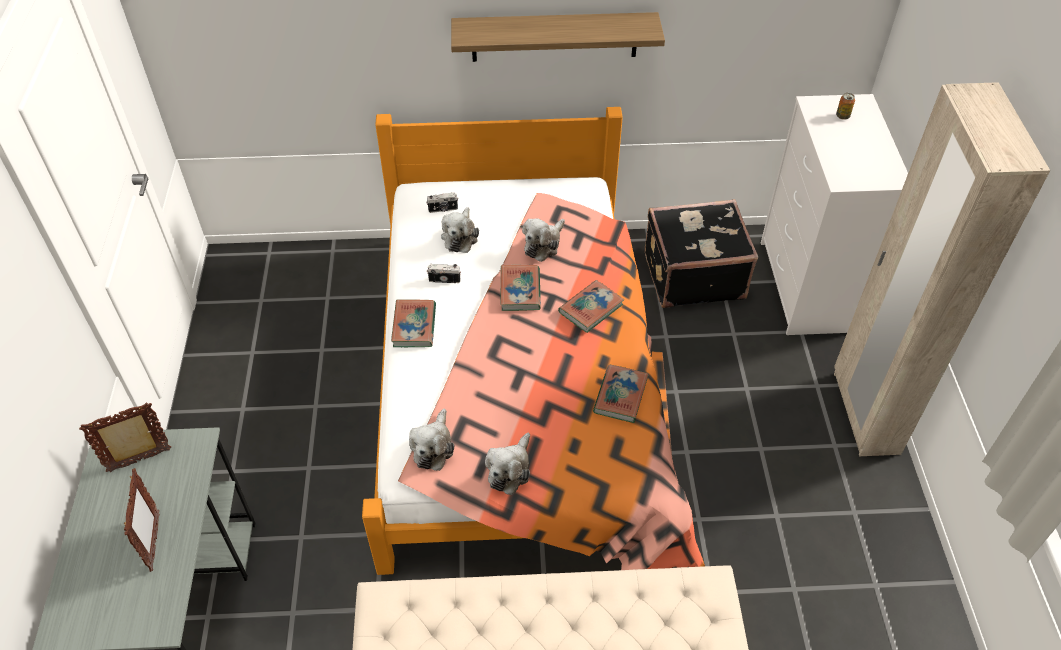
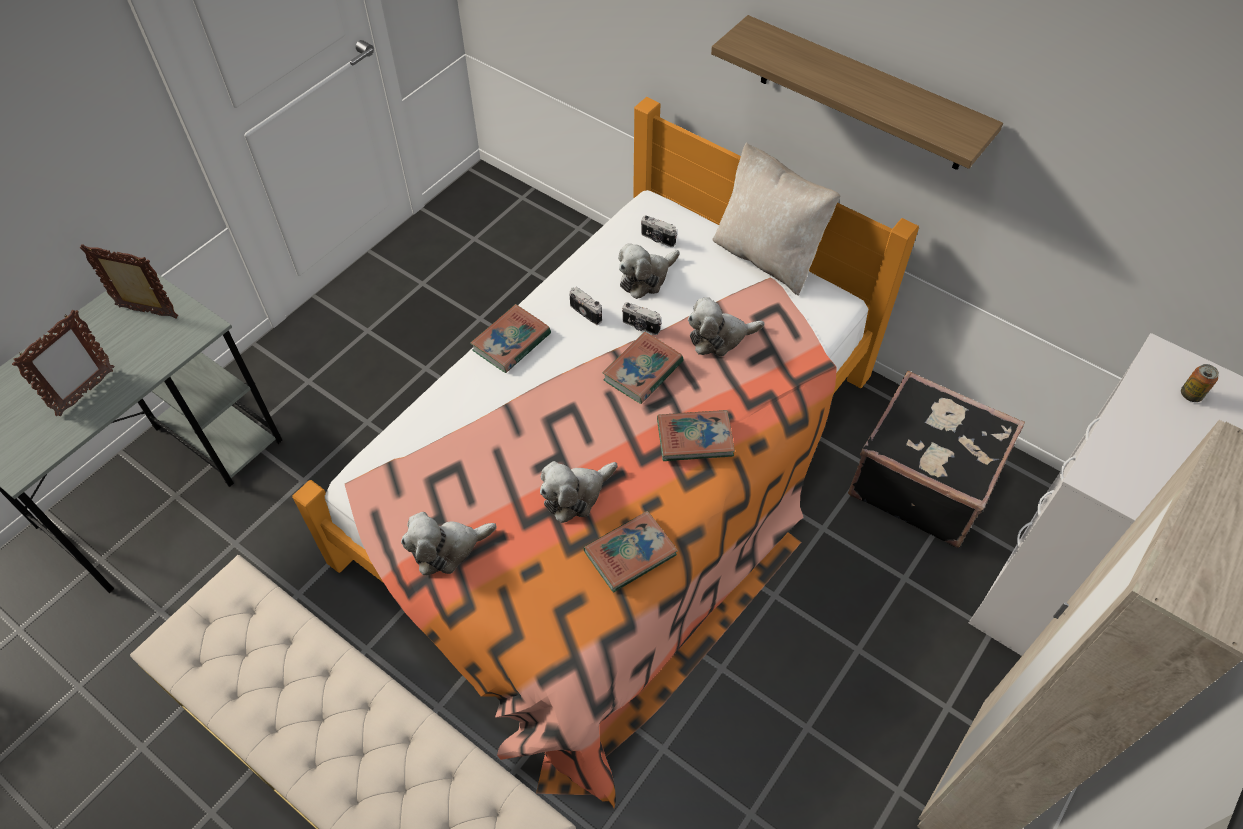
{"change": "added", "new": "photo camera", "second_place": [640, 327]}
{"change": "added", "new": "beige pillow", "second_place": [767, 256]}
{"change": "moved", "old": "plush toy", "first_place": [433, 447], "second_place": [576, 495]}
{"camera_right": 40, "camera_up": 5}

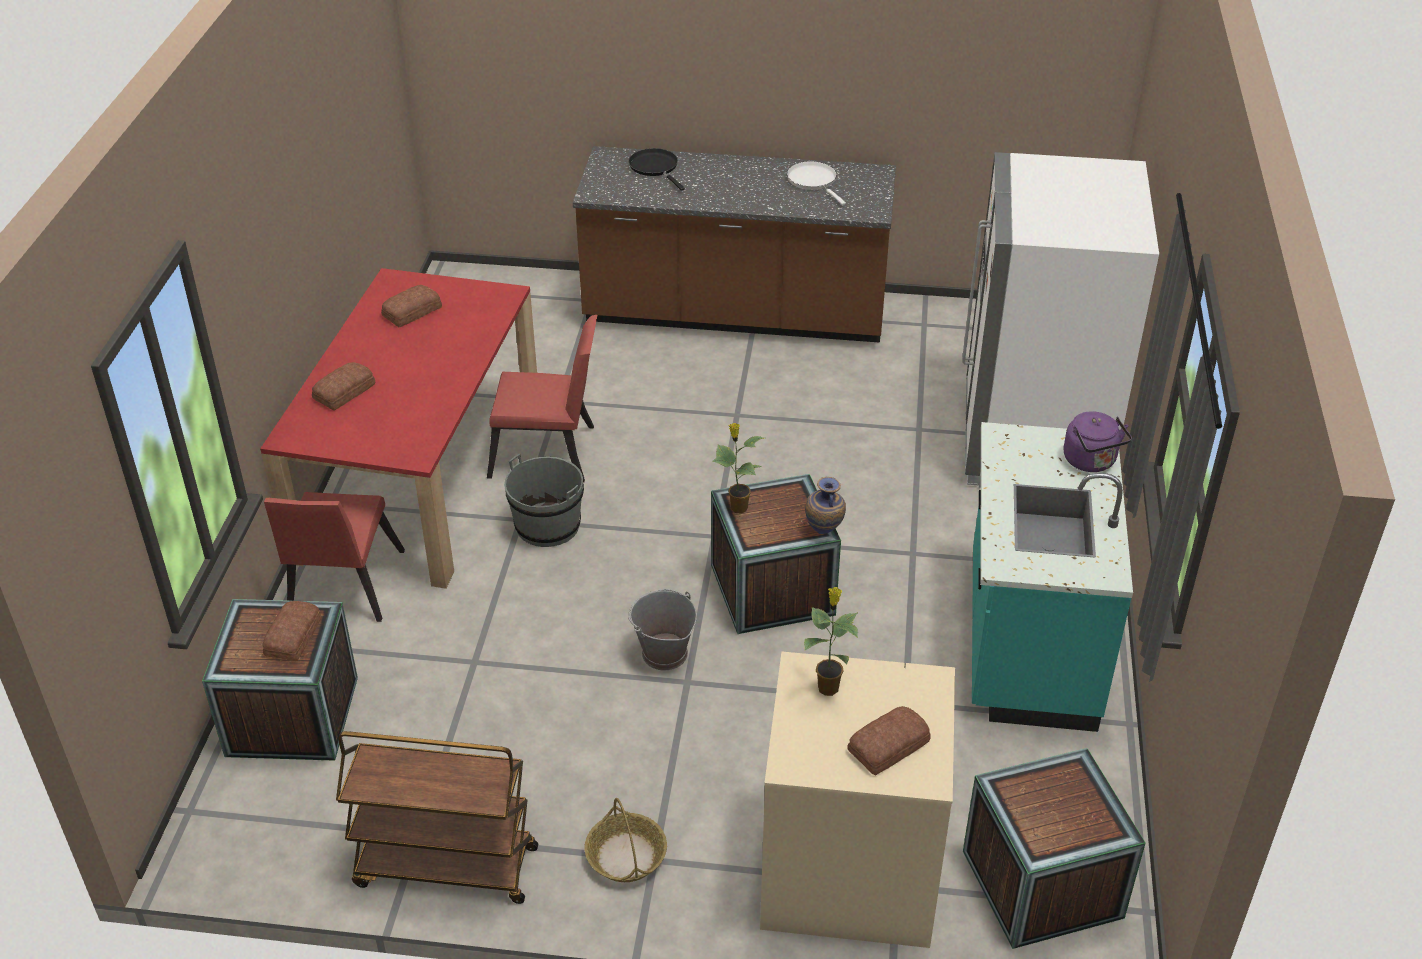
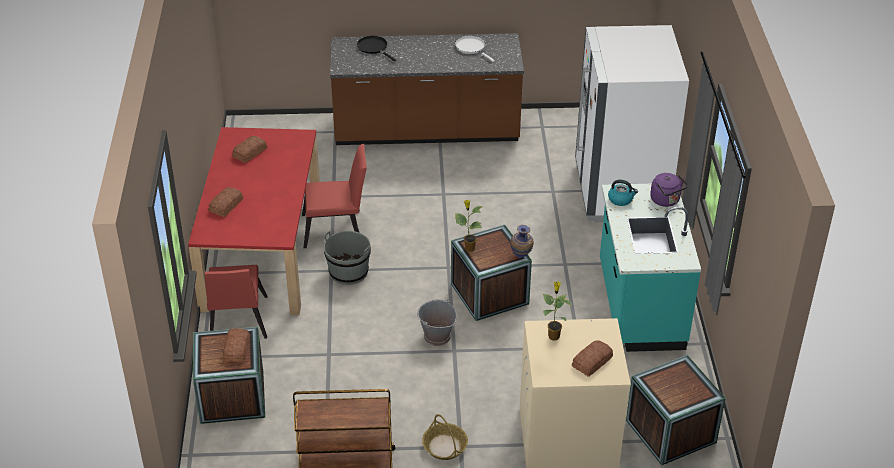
{"change": "added", "new": "kettle", "second_place": [621, 199]}
{"camera_right": -10, "camera_up": 0}

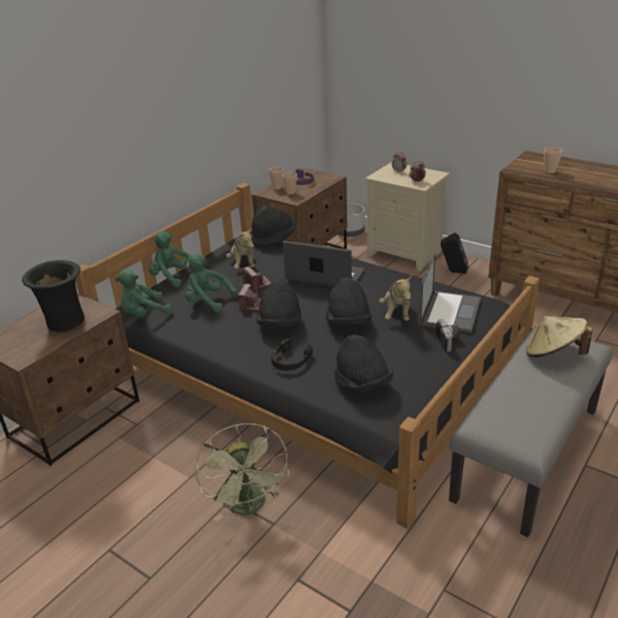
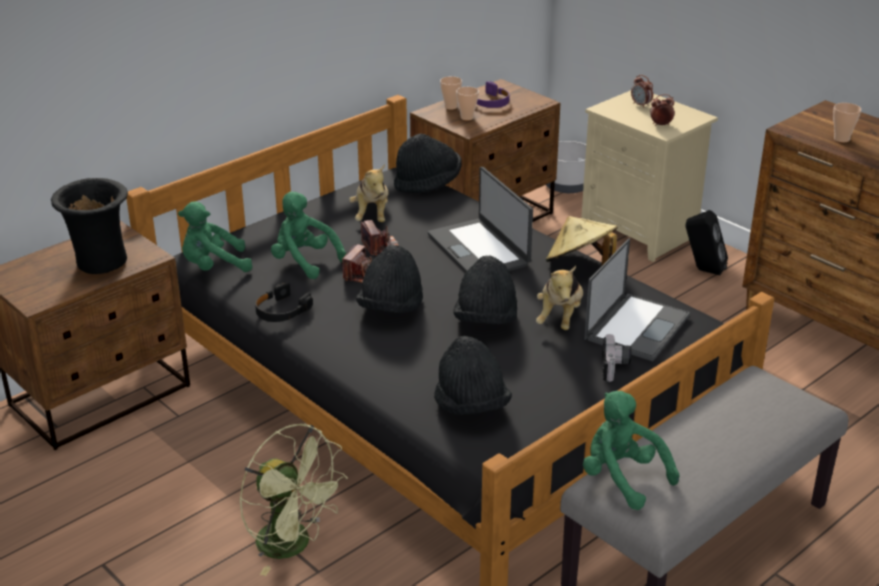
{"change": "moved", "old": "green plush toy", "first_place": [173, 277], "second_place": [622, 478]}
{"change": "moved", "old": "black headphones", "first_place": [290, 360], "second_place": [281, 311]}
{"change": "moved", "old": "beige hat", "first_place": [553, 354], "second_place": [580, 265]}
{"change": "turned", "old": "green fan", "first_place": [249, 507], "second_place": [293, 545], "degrees": -45}
{"change": "turned", "old": "laptop", "first_place": [324, 276], "second_place": [479, 249], "degrees": -150}
{"camera_right": 10, "camera_up": 0}

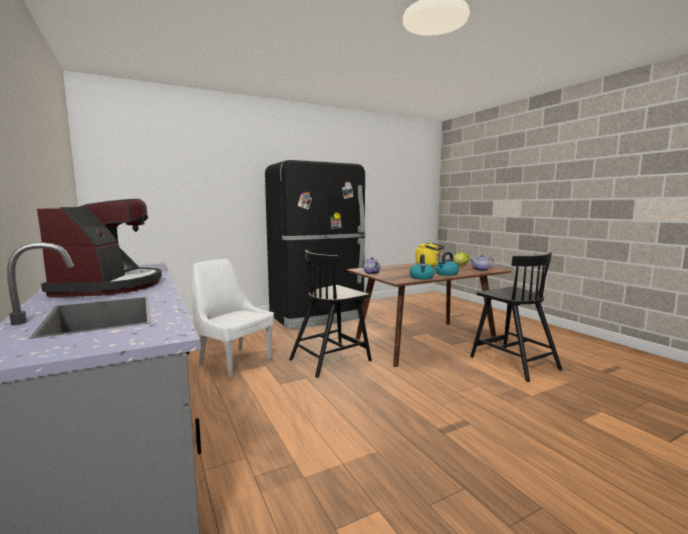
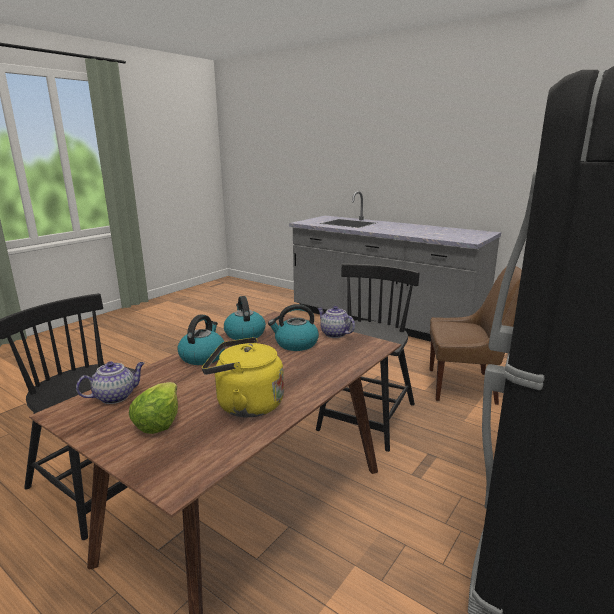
{"change": "removed", "old": "coffee machine", "first_place": [110, 286]}
{"change": "added", "new": "kettle", "second_place": [295, 344]}
{"change": "recoloured", "old": "white chair", "new": "brown chair", "first_place": [234, 361], "second_place": [465, 386]}
{"camera_right": 155, "camera_up": 10}

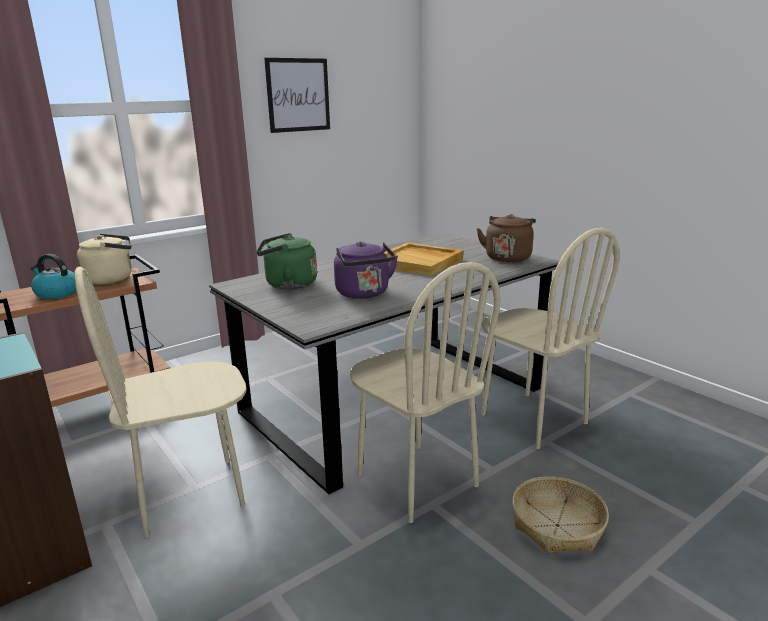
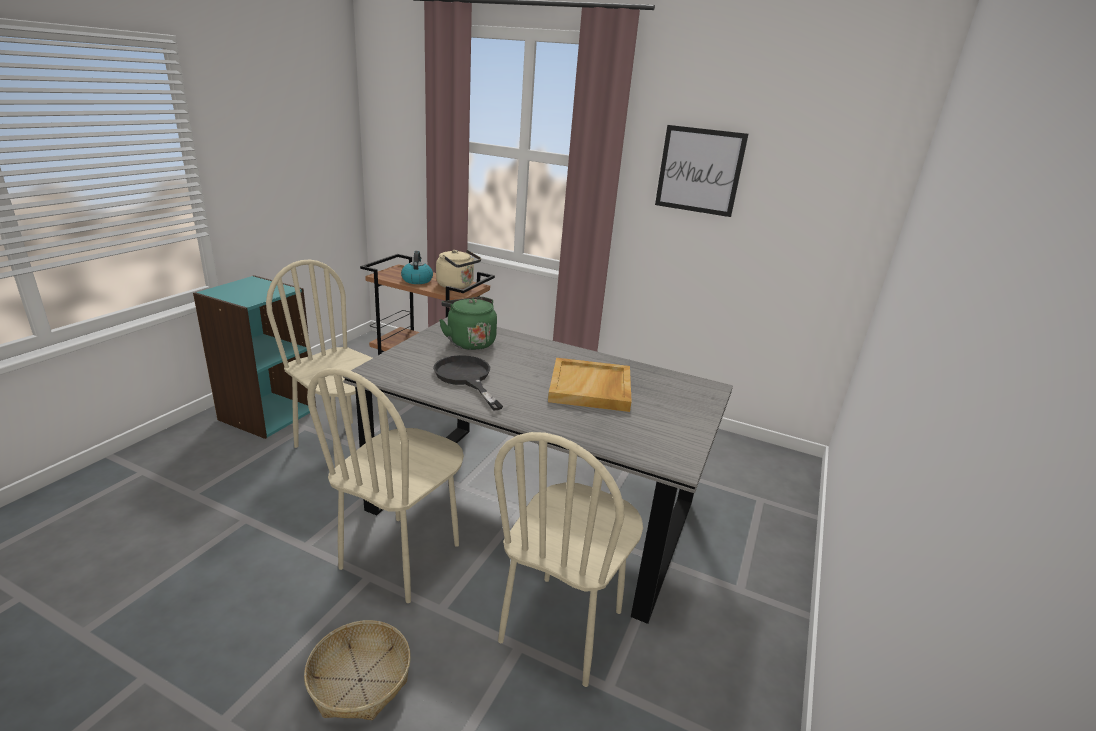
{"change": "removed", "old": "brown kettle", "first_place": [508, 257]}
{"change": "replaced", "old": "purple kettle", "new": "black frying pan", "first_place": [364, 294], "second_place": [466, 378]}
{"camera_right": 60, "camera_up": 5}

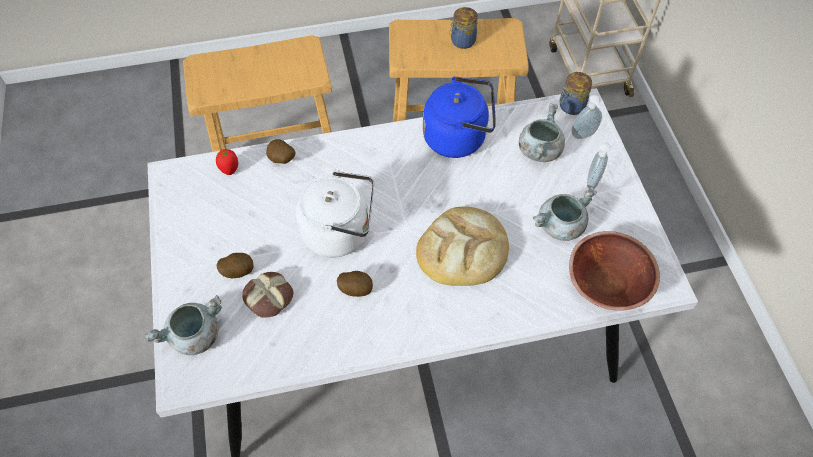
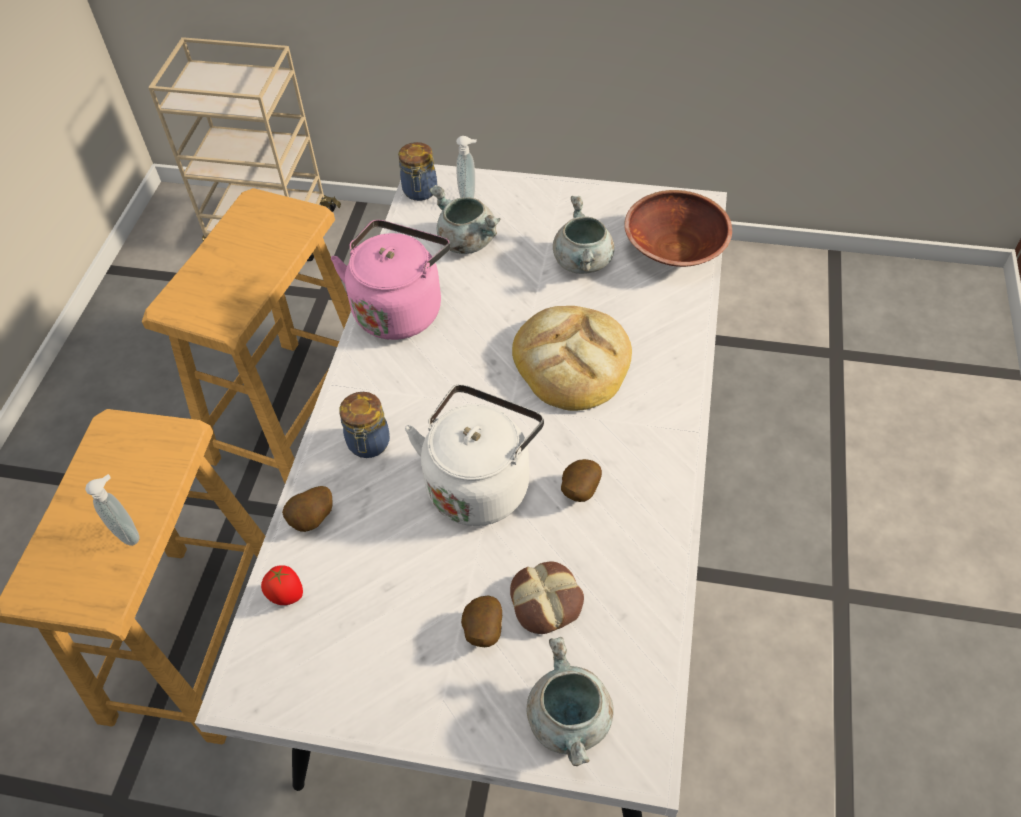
{"change": "moved", "old": "jar", "first_place": [462, 41], "second_place": [368, 444]}
{"change": "moved", "old": "soap dispenser", "first_place": [594, 182], "second_place": [129, 532]}
{"change": "recoloured", "old": "blue kettle", "new": "pink kettle", "first_place": [458, 137], "second_place": [400, 308]}
{"camera_right": -65, "camera_up": -5}

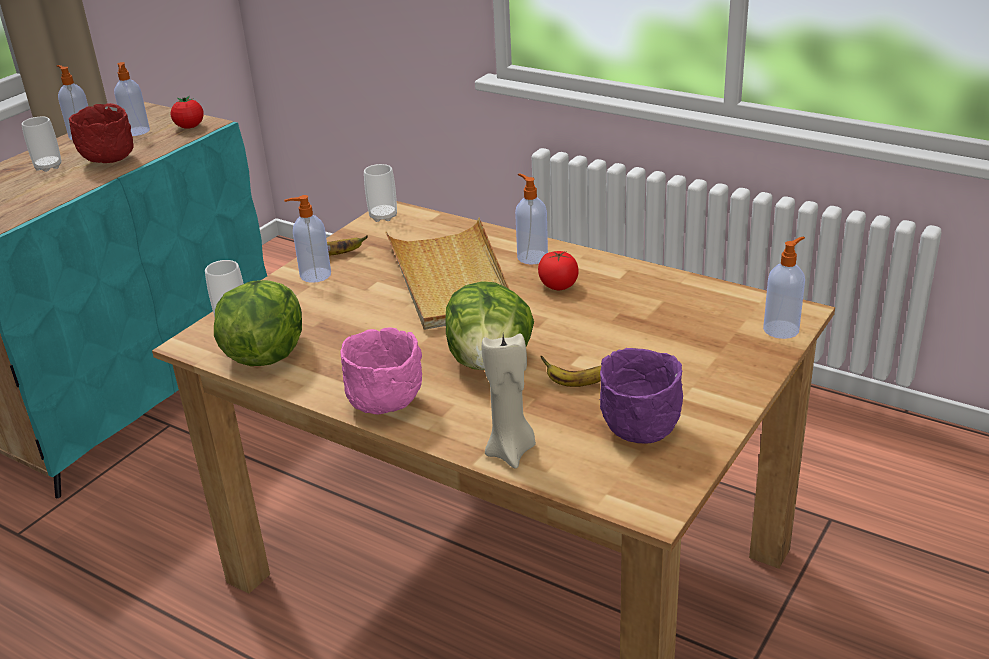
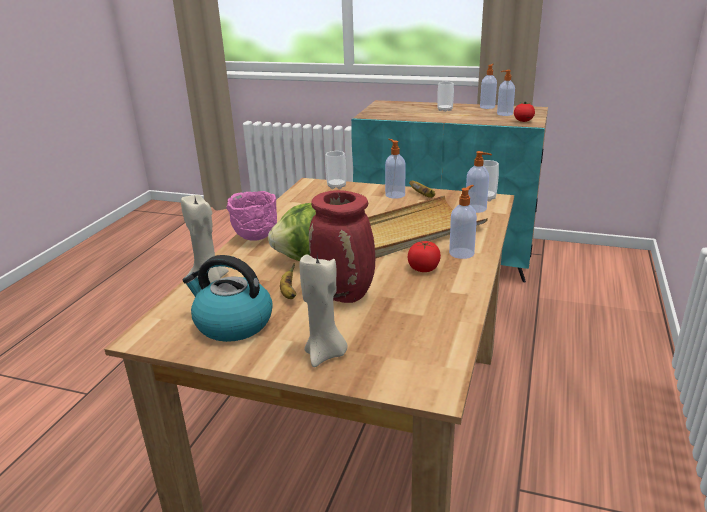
{"change": "removed", "old": "red bowl", "first_place": [109, 160]}
{"change": "removed", "old": "lettuce", "first_place": [265, 354]}
{"change": "added", "new": "beige candle", "second_place": [325, 354]}
{"change": "added", "new": "red vase", "second_place": [346, 295]}
{"change": "moved", "old": "soap dispenser", "first_place": [782, 329], "second_place": [476, 209]}
{"change": "replaced", "old": "purple bowl", "new": "kettle", "first_place": [641, 430], "second_place": [232, 324]}
{"camera_right": 75, "camera_up": -5}

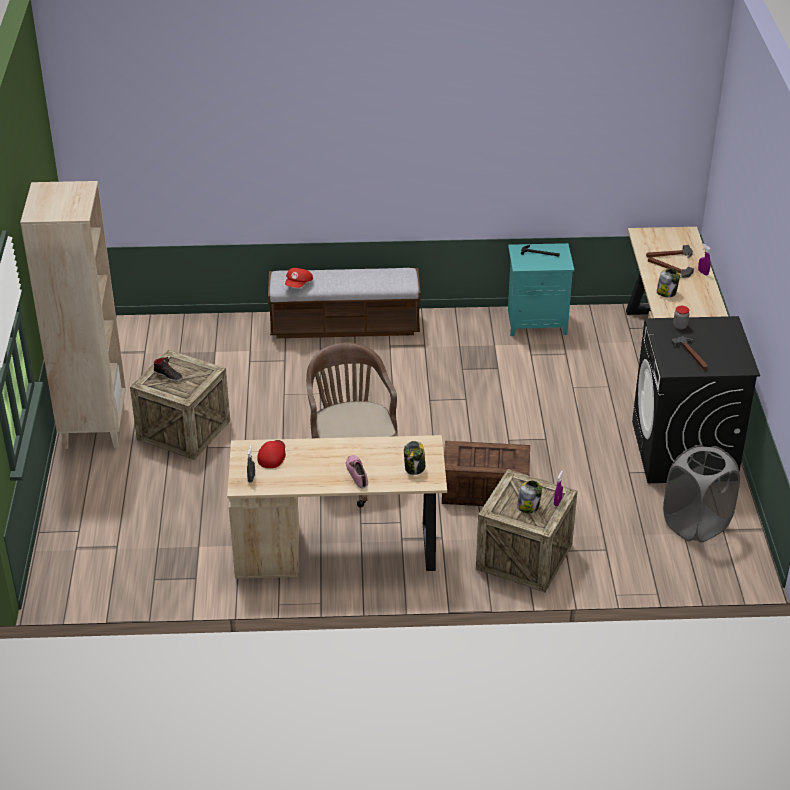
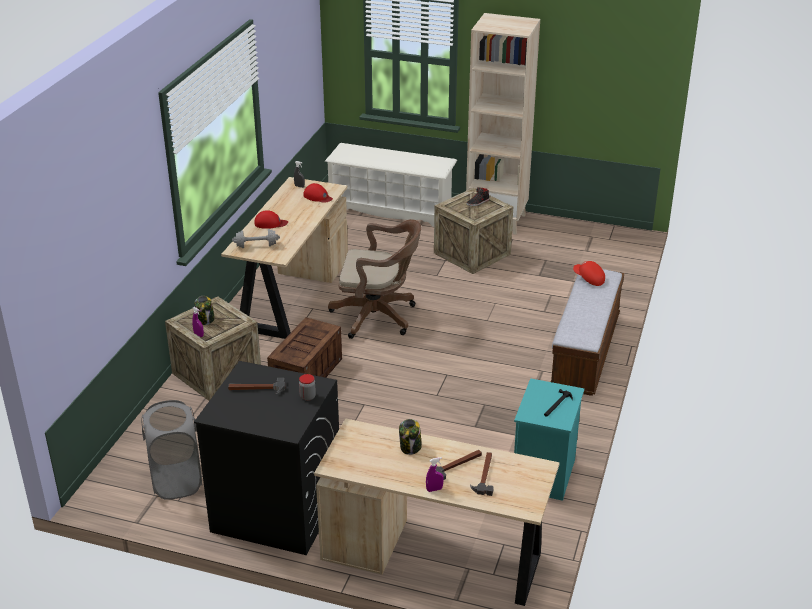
{"change": "added", "new": "white shoe rack", "second_place": [391, 210]}
{"change": "replaced", "old": "shoe", "new": "red cap", "first_place": [357, 473], "second_place": [270, 223]}
{"change": "replaced", "old": "jar", "new": "grey dumbbell", "first_place": [414, 468], "second_place": [256, 246]}
{"camera_right": 110, "camera_up": -5}

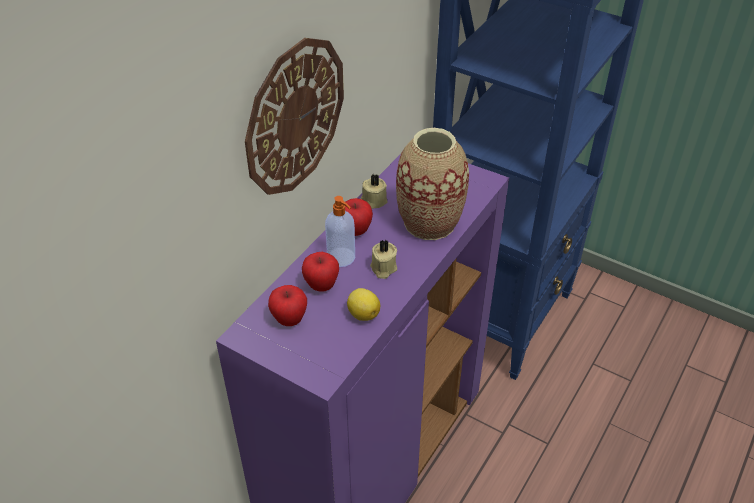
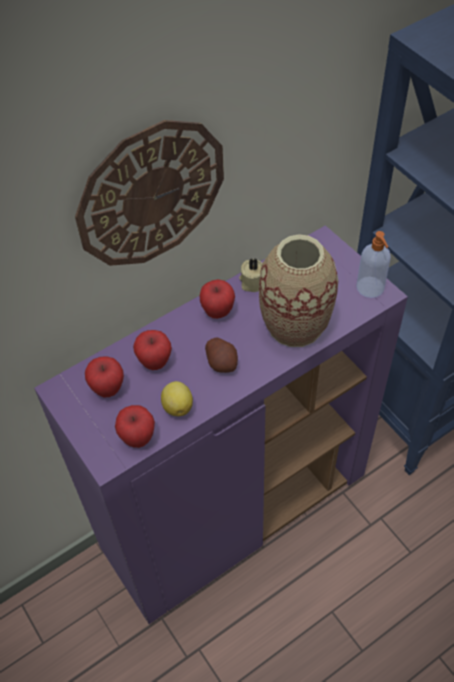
{"change": "added", "new": "apple", "second_place": [138, 437]}
{"change": "moved", "old": "soap dispenser", "first_place": [342, 258], "second_place": [370, 288]}
{"change": "replaced", "old": "beige candle", "new": "potato", "first_place": [383, 268], "second_place": [222, 362]}
{"camera_right": 25, "camera_up": 10}

